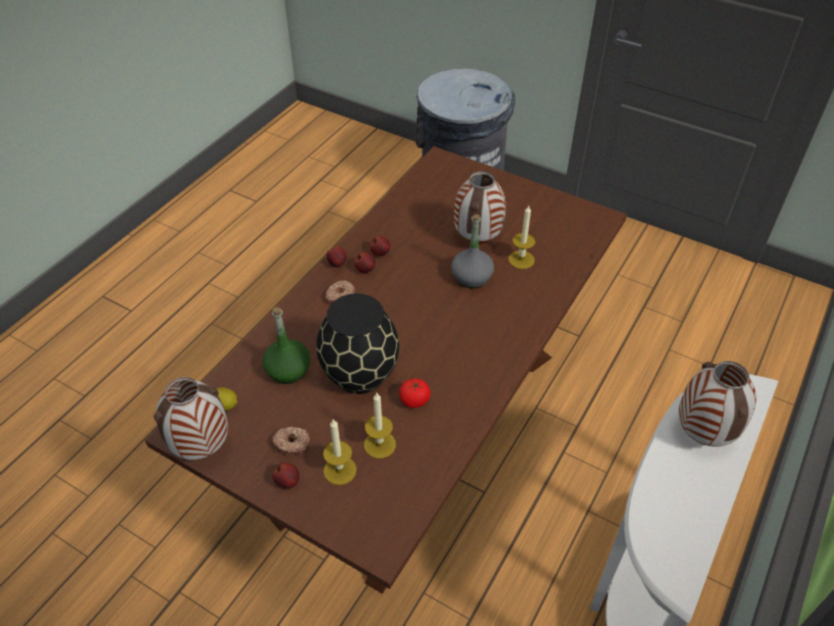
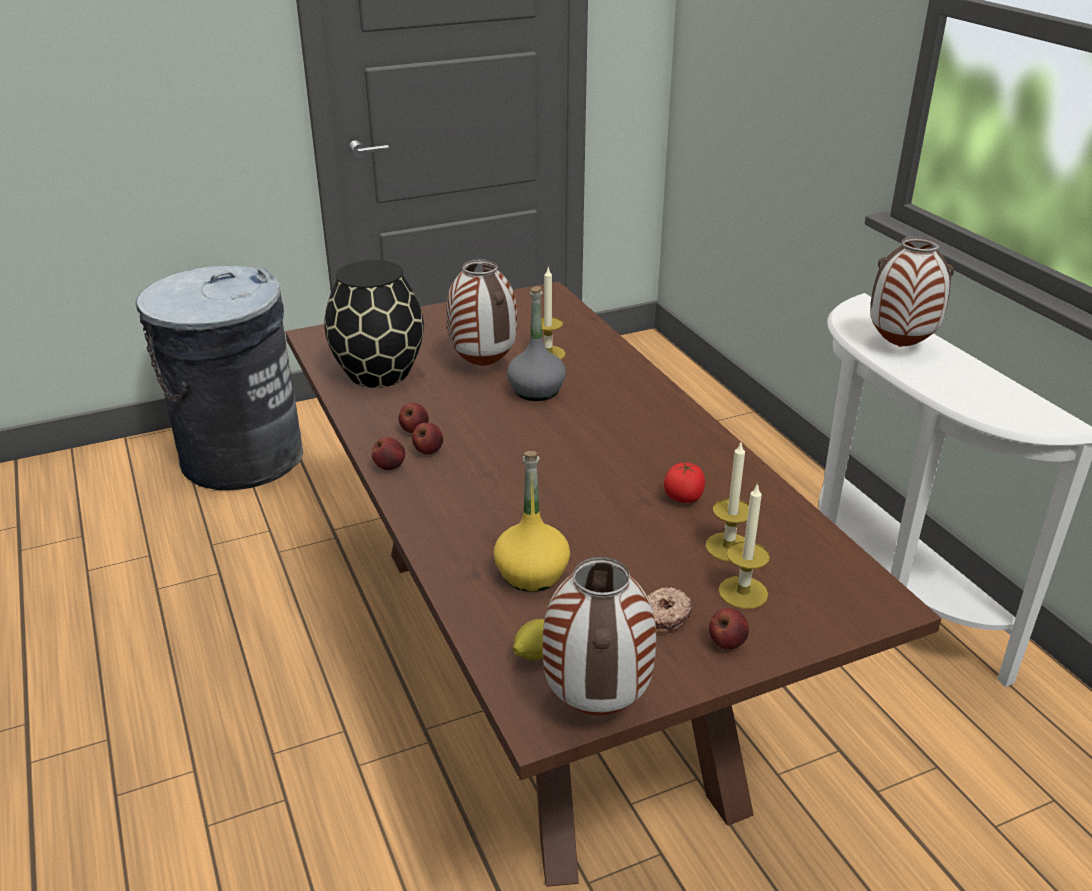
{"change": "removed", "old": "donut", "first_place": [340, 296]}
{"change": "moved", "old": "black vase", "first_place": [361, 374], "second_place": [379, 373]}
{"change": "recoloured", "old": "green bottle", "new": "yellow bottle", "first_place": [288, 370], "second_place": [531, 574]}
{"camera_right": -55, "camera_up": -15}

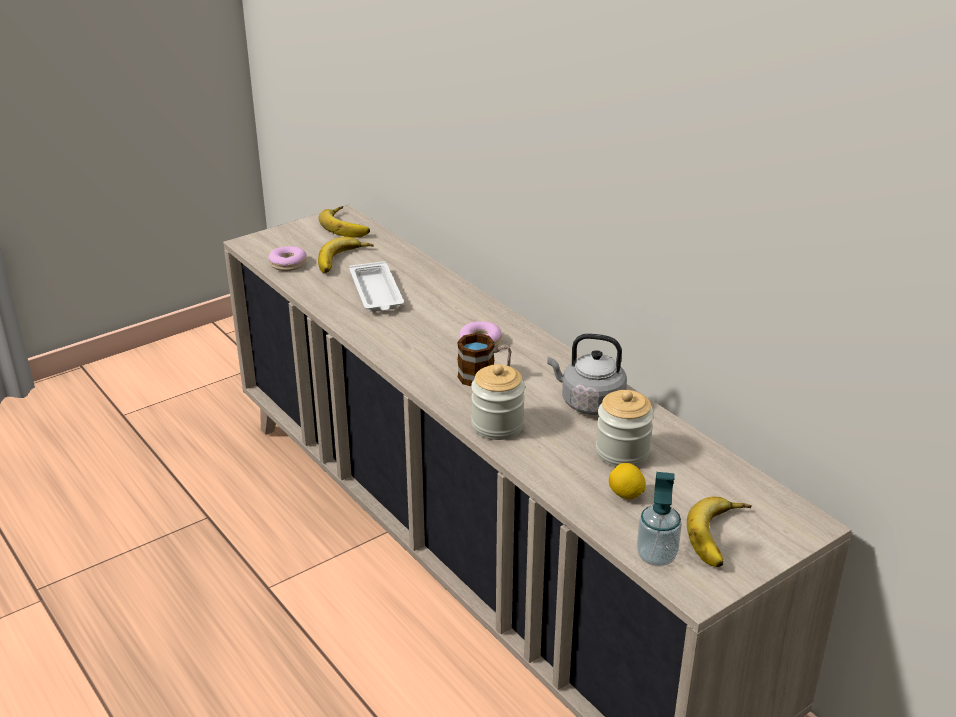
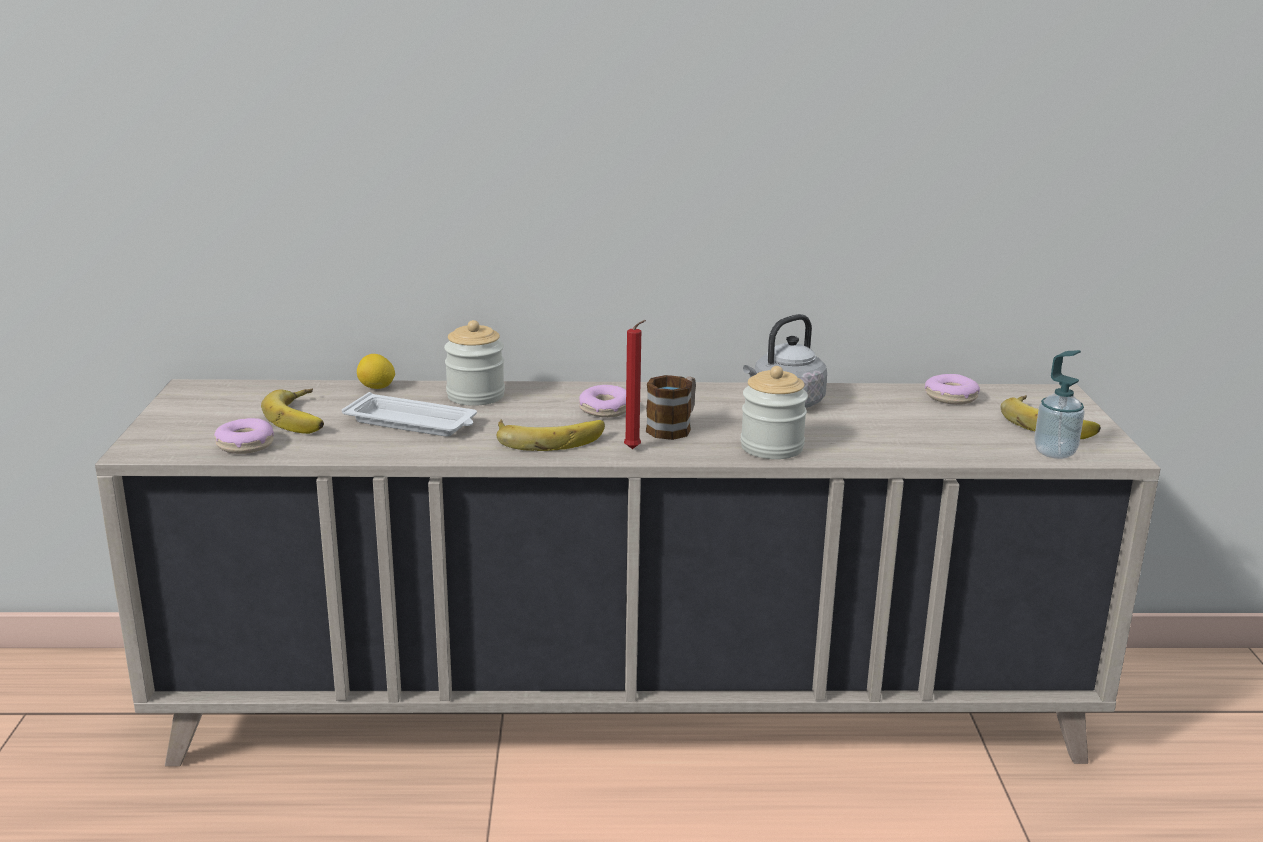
{"change": "added", "new": "red candle", "second_place": [634, 450]}
{"change": "added", "new": "donut", "second_place": [950, 397]}
{"change": "moved", "old": "banana", "first_place": [348, 226], "second_place": [549, 437]}
{"change": "moved", "old": "jar", "first_place": [622, 452], "second_place": [475, 396]}
{"change": "moved", "old": "lemon", "first_place": [625, 495], "second_place": [377, 388]}
{"camera_right": -55, "camera_up": -10}

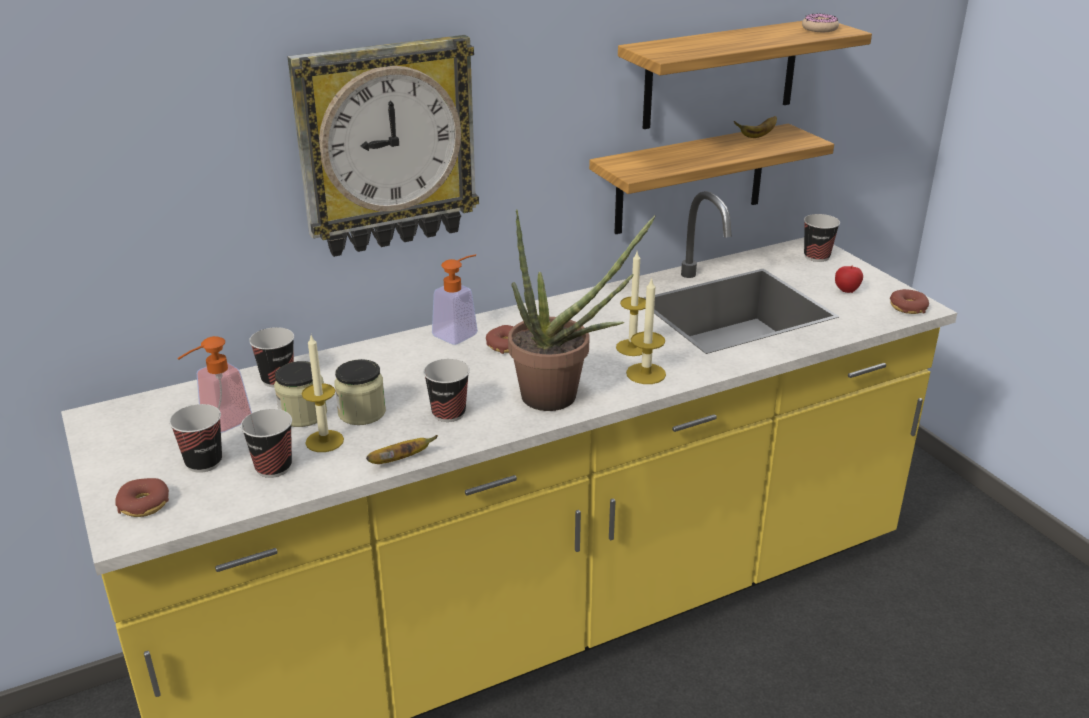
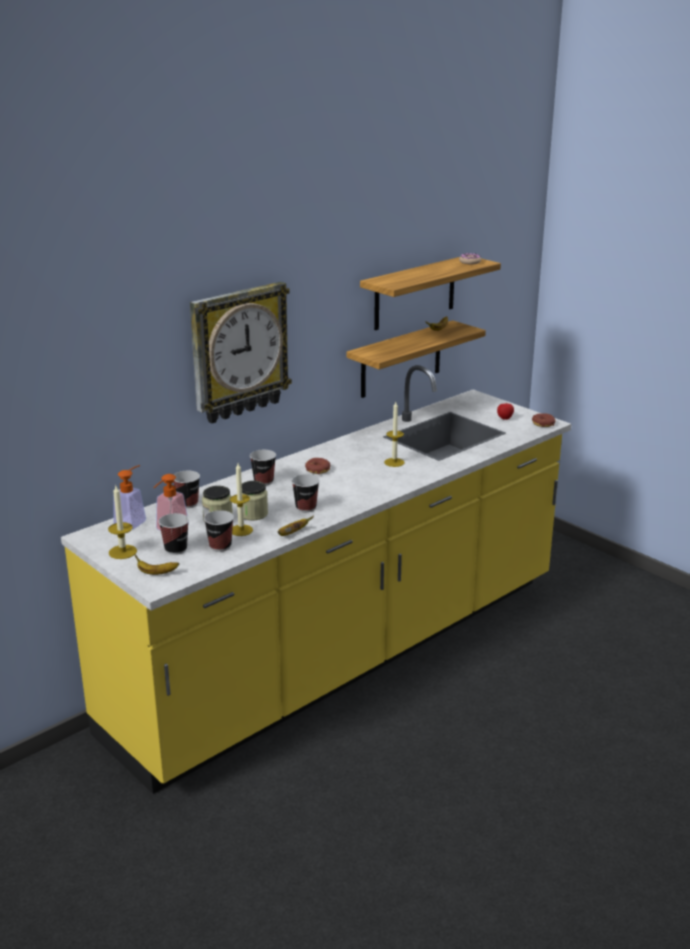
{"change": "removed", "old": "potted plant", "first_place": [561, 398]}
{"change": "moved", "old": "soap dispenser", "first_place": [460, 332], "second_place": [133, 521]}
{"change": "moved", "old": "candle", "first_place": [646, 373], "second_place": [122, 552]}
{"change": "moved", "old": "cup", "first_place": [816, 256], "second_place": [263, 481]}
{"change": "replaced", "old": "donut", "new": "banana", "first_place": [144, 504], "second_place": [156, 573]}
{"camera_right": -15, "camera_up": -5}

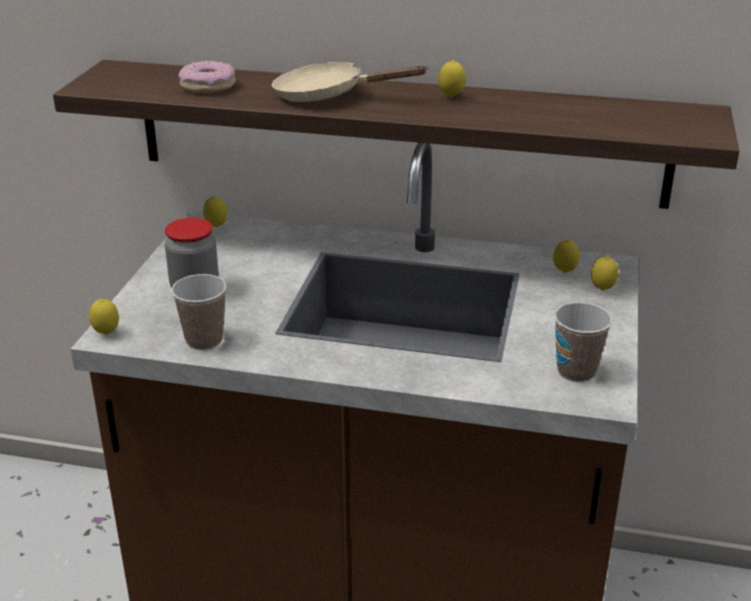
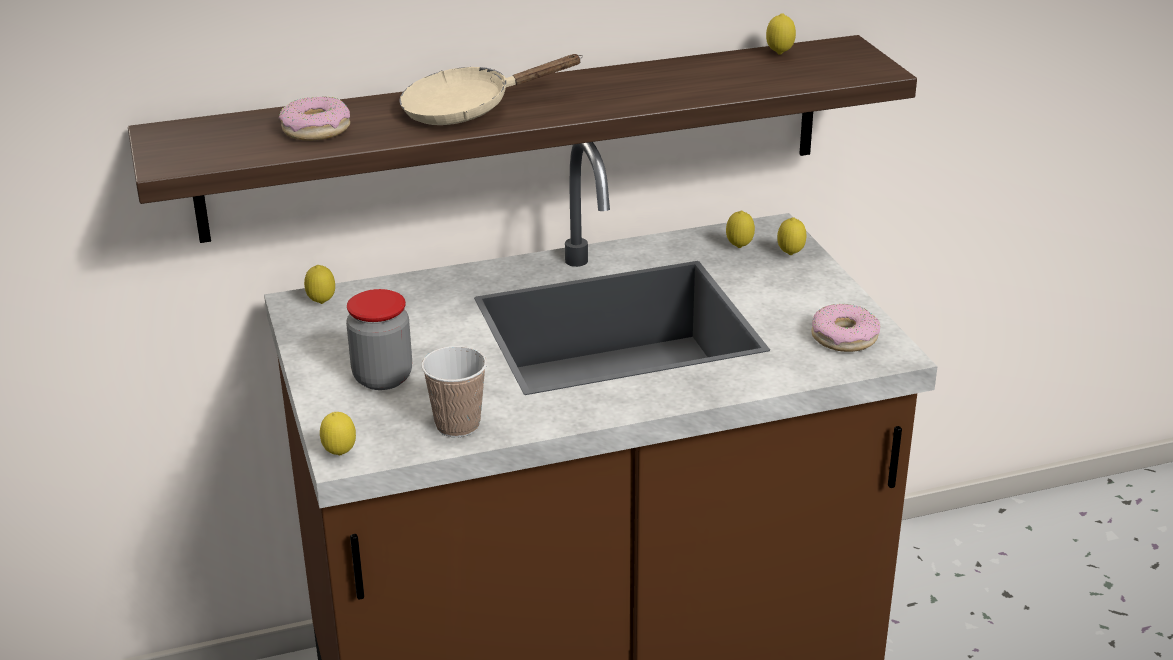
{"change": "moved", "old": "lemon", "first_place": [451, 97], "second_place": [779, 54]}
{"change": "replaced", "old": "cup", "new": "donut", "first_place": [576, 371], "second_place": [844, 337]}
{"camera_right": -30, "camera_up": 0}

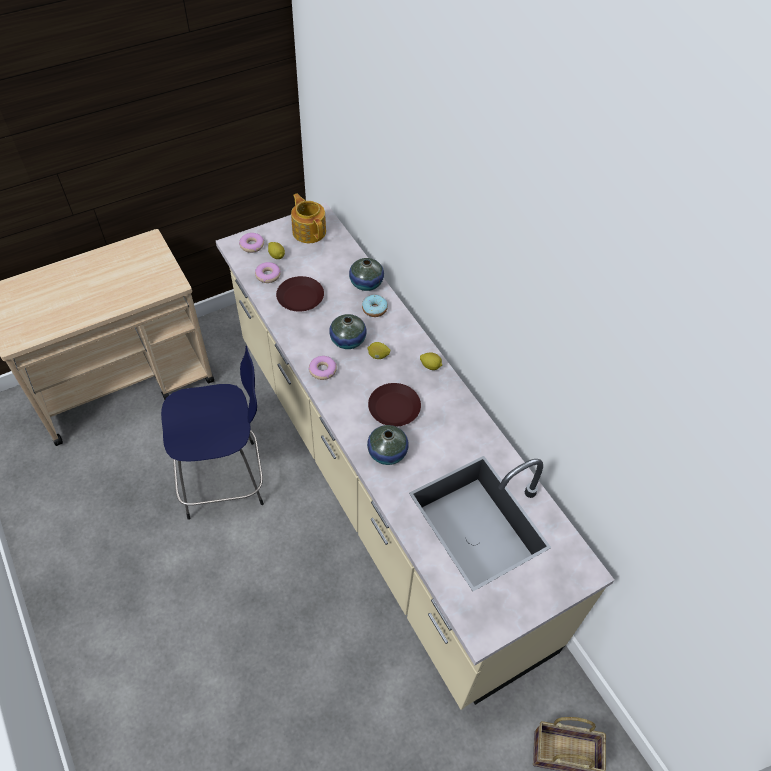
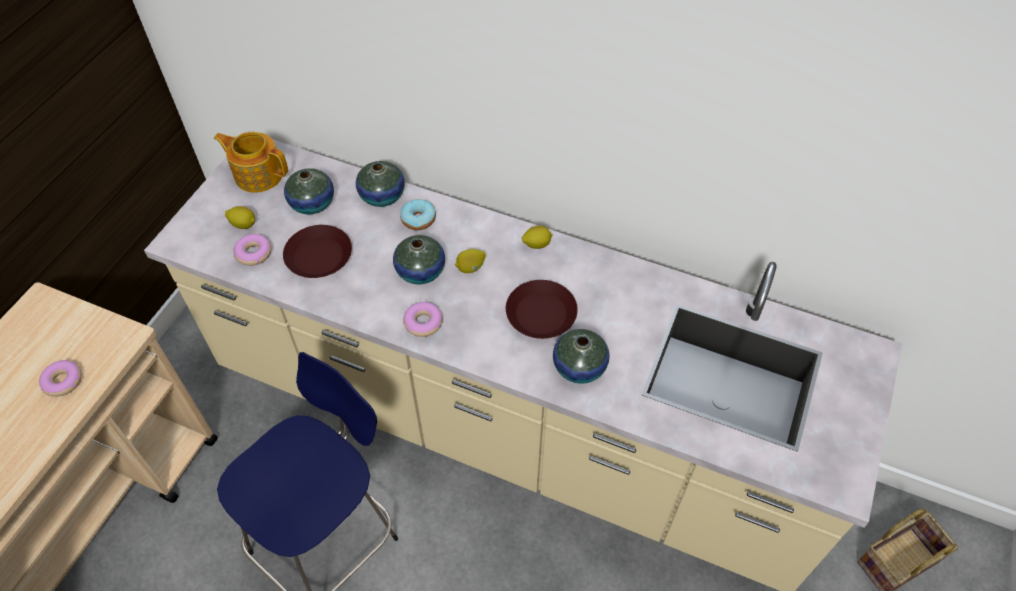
{"change": "added", "new": "vase", "second_place": [312, 203]}
{"change": "moved", "old": "donut", "first_place": [252, 245], "second_place": [63, 381]}
{"camera_right": -35, "camera_up": 0}

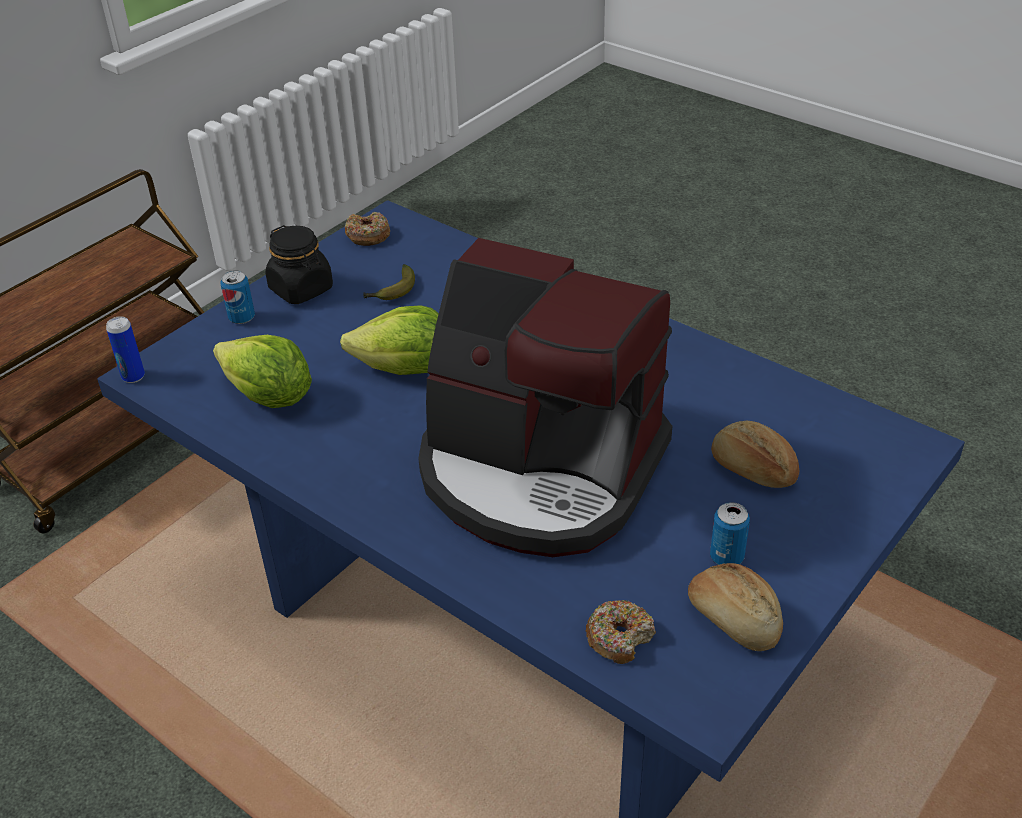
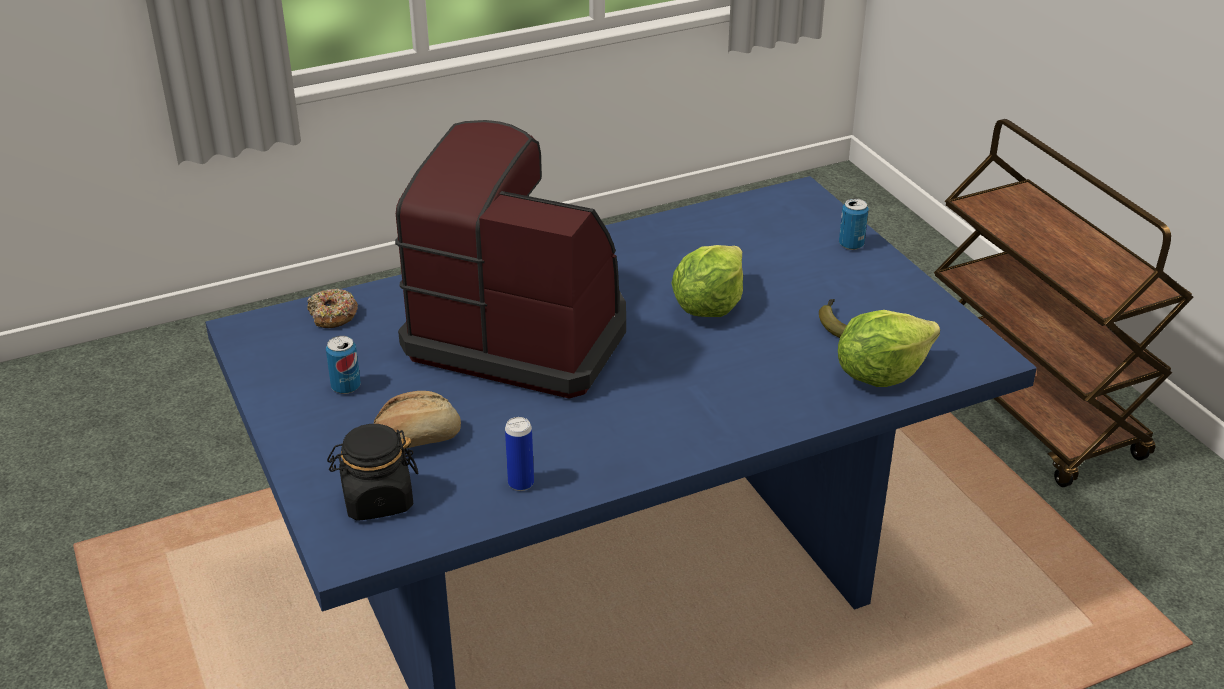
{"change": "removed", "old": "donut", "first_place": [368, 235]}
{"change": "removed", "old": "bread", "first_place": [734, 620]}
{"change": "moved", "old": "can", "first_place": [133, 376], "second_place": [521, 483]}
{"change": "moved", "old": "lettuce", "first_place": [269, 397], "second_place": [880, 374]}
{"change": "moved", "old": "black jar", "first_place": [301, 289], "second_place": [377, 500]}
{"change": "turned", "old": "coffee machine", "first_place": [540, 471], "second_place": [521, 333], "degrees": 60}
{"camera_right": 115, "camera_up": -5}

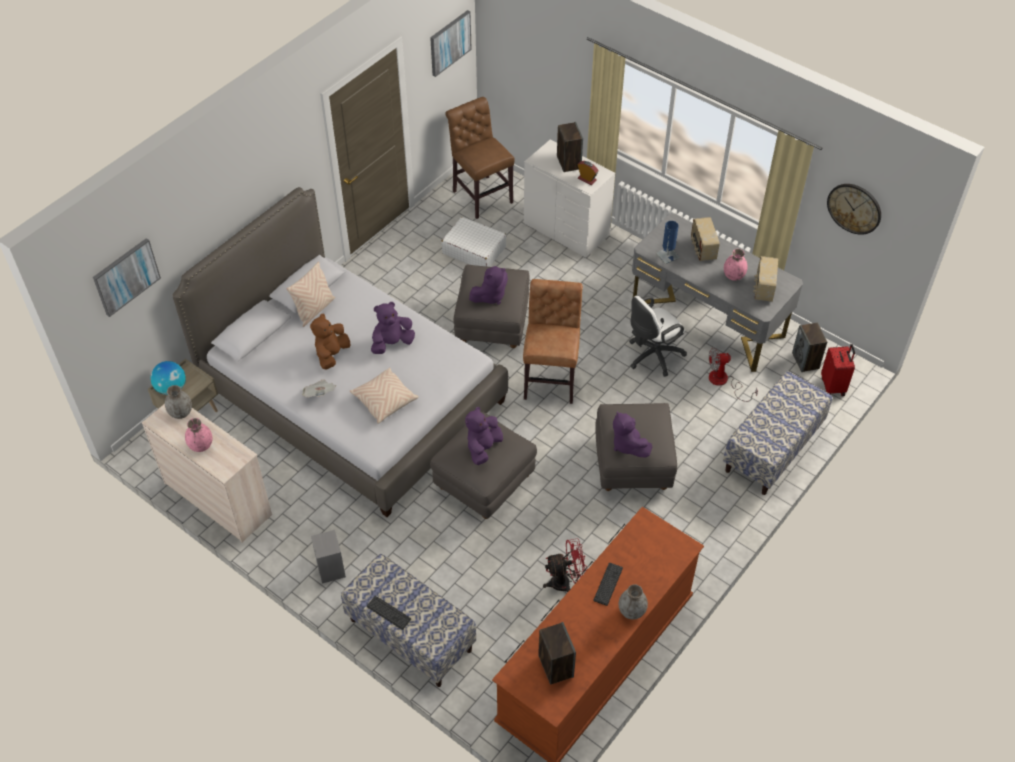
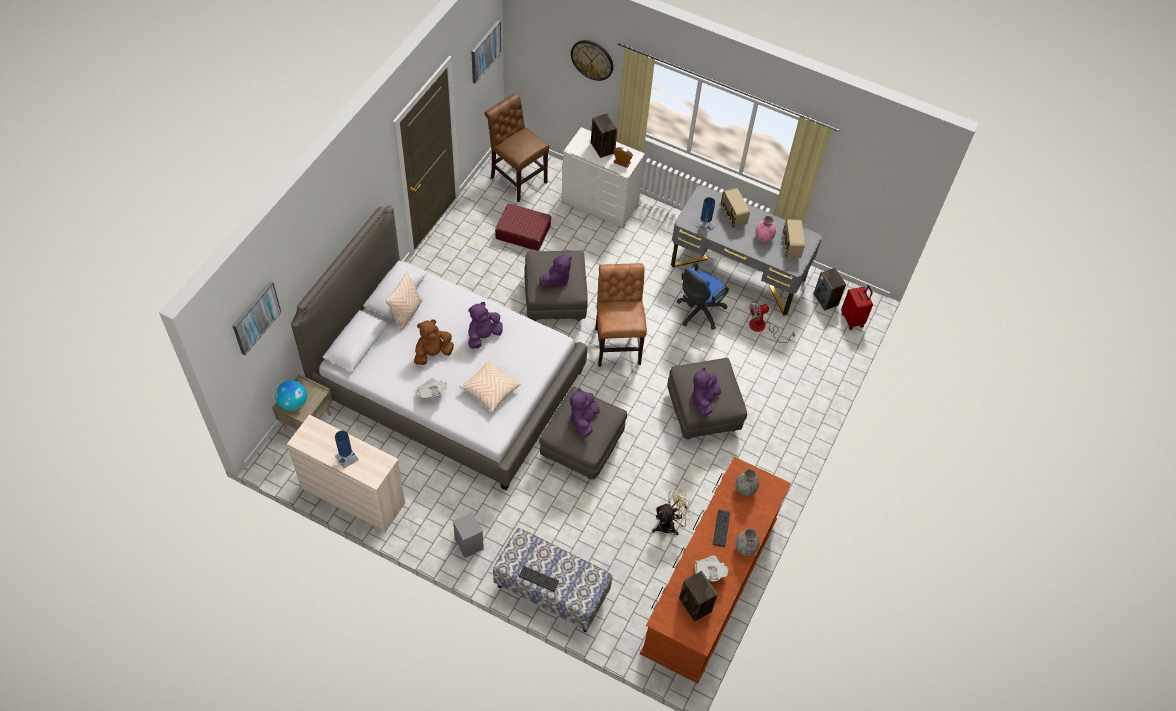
{"change": "removed", "old": "bench", "first_place": [772, 449]}
{"change": "added", "new": "newspaper", "second_place": [710, 571]}
{"change": "moved", "old": "grey vase", "first_place": [180, 413], "second_place": [745, 489]}
{"change": "moved", "old": "wall clock", "first_place": [854, 208], "second_place": [592, 59]}
{"change": "replaced", "old": "pink vase", "new": "blue table lamp", "first_place": [201, 445], "second_place": [346, 458]}
{"change": "recoloured", "old": "white suitcase", "new": "red suitcase", "first_place": [474, 250], "second_place": [523, 232]}
{"change": "recoloured", "old": "red fan", "new": "beige fan", "first_place": [566, 582], "second_place": [670, 524]}
{"change": "recoloured", "old": "white office chair", "new": "blue office chair", "first_place": [652, 356], "second_place": [698, 312]}
{"change": "turned", "old": "brown plush toy", "first_place": [332, 354], "second_place": [433, 353], "degrees": 45}
{"change": "turned", "old": "purple plush toy", "first_place": [627, 444], "second_place": [704, 400], "degrees": 60}
{"camera_right": -15, "camera_up": 5}

